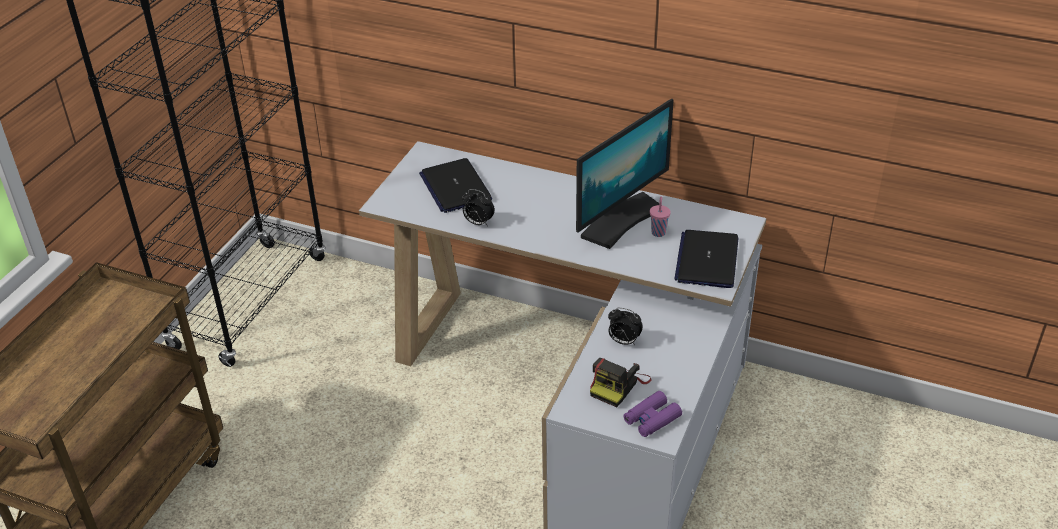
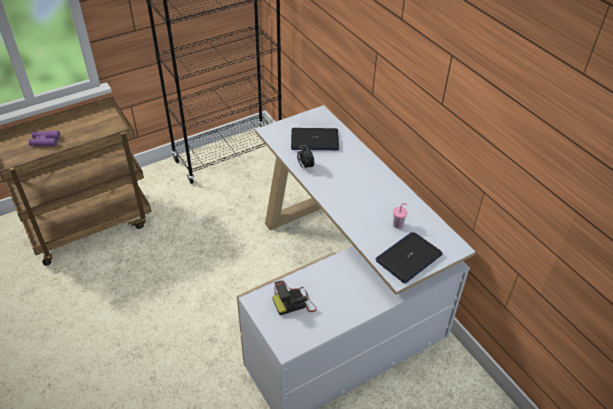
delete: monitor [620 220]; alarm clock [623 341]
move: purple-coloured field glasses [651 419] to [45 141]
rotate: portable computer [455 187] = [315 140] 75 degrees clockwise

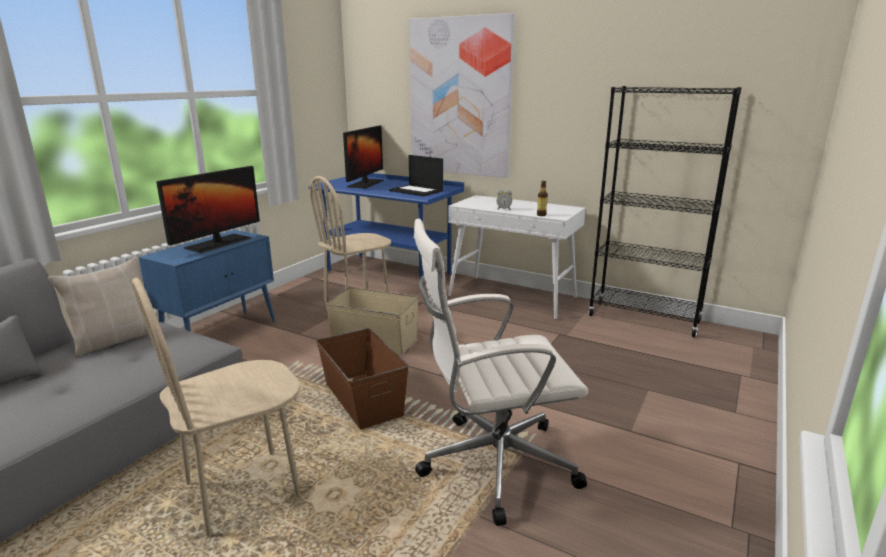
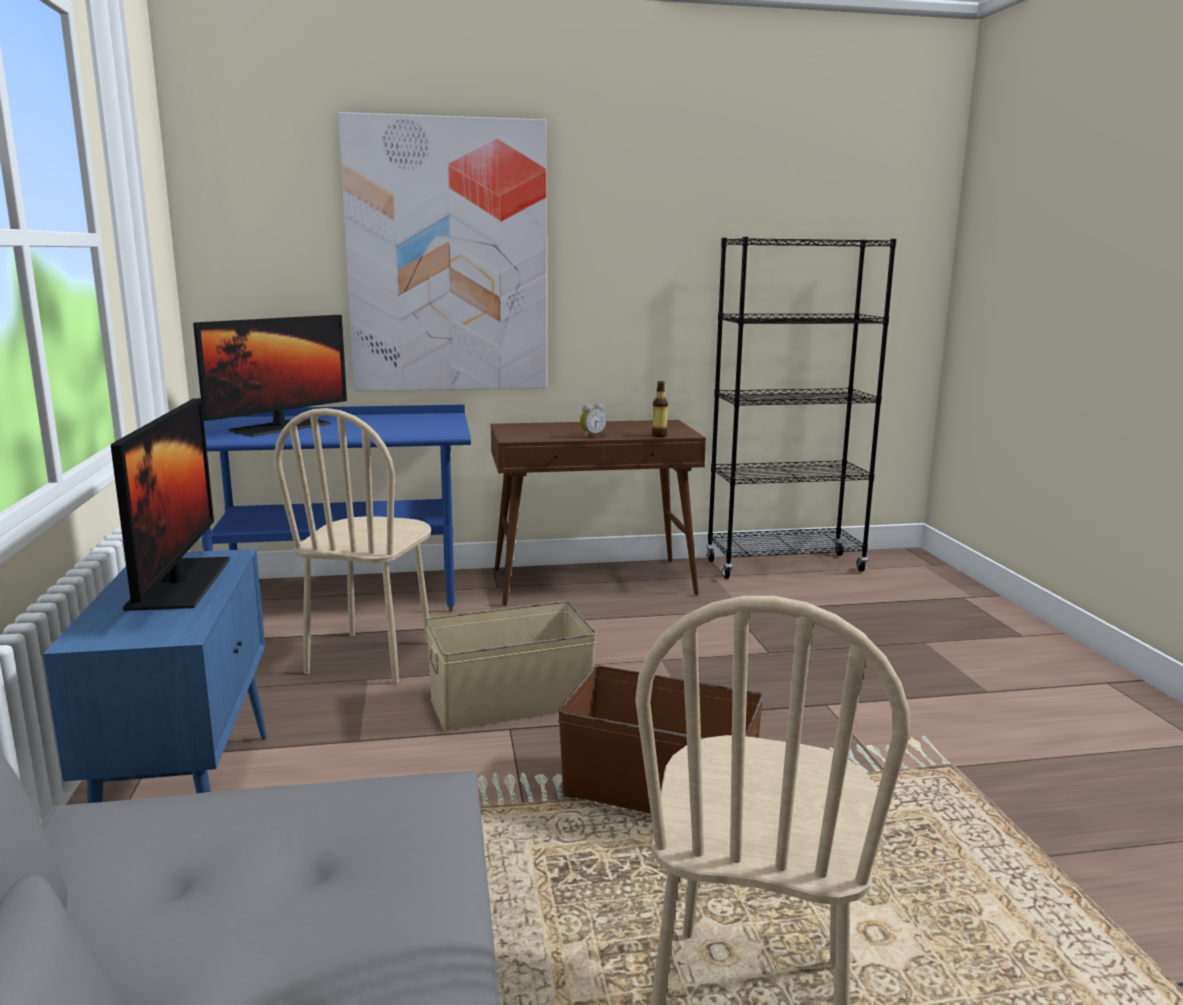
delete: portable computer [417 191]; whitish desk chair [493 464]; sand-coloured cushion [116 339]
recolor: whitish narrow table [513 297] to brown-coloured narrow table [594 581]
rotate: monitor [366 183] = [280 427] 60 degrees clockwise

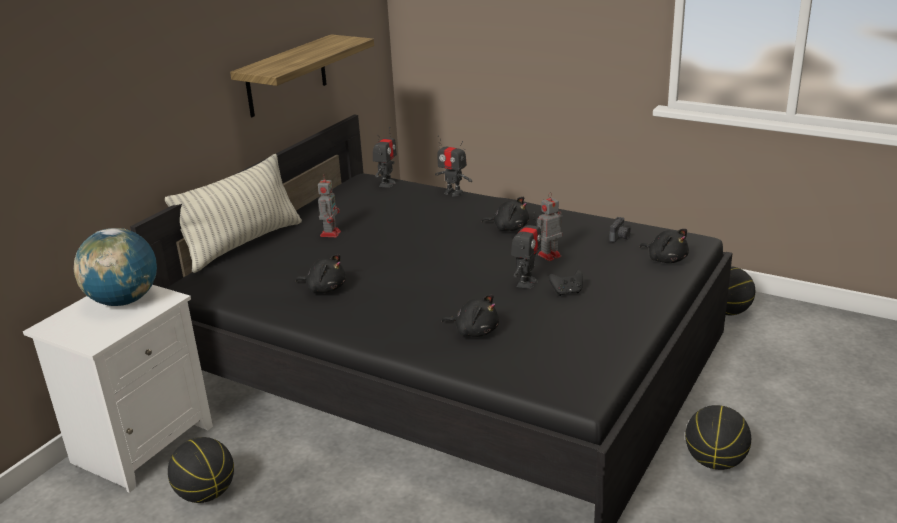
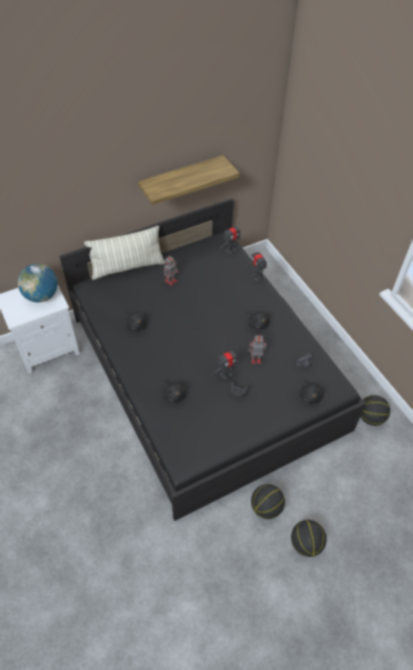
move: basketball ball [206 494] to [306 543]

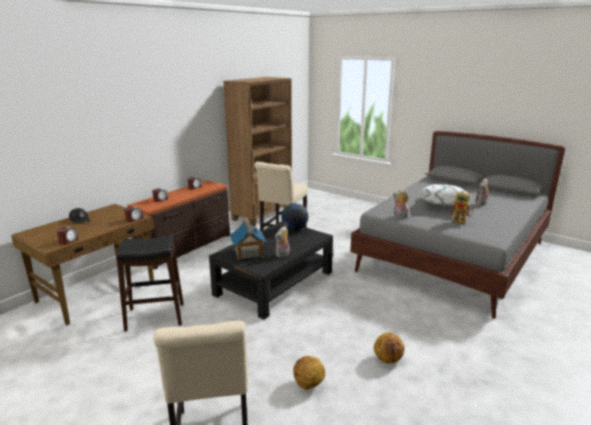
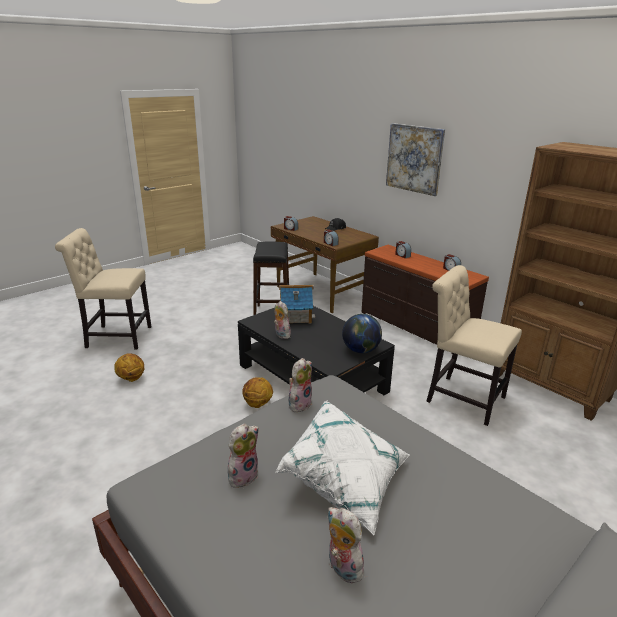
insert: wall picture [414 159]
move: basketball ball [388 360] to [257 404]
replace: robot figure [462 222] to plush toy [243 475]

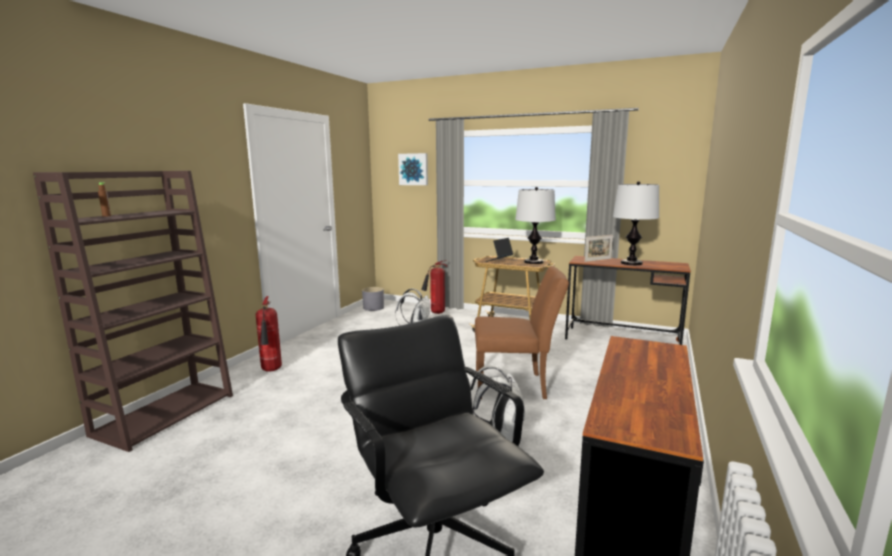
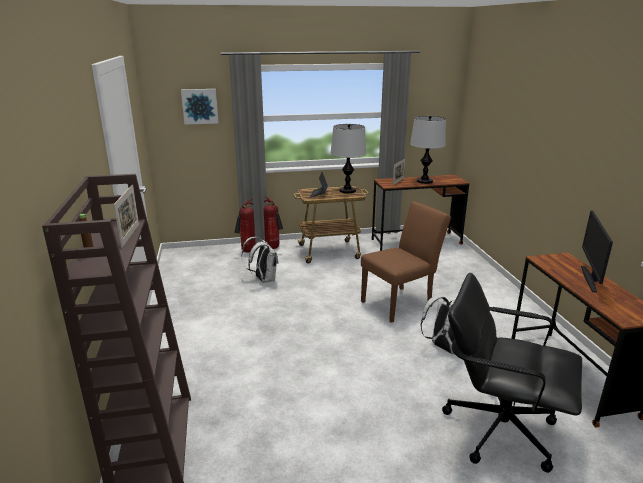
delete: grey plant pot [373 308]
insert: picture frame [130 235]; monitor [590 279]
move: fire extinguisher [271 370] to [274 248]

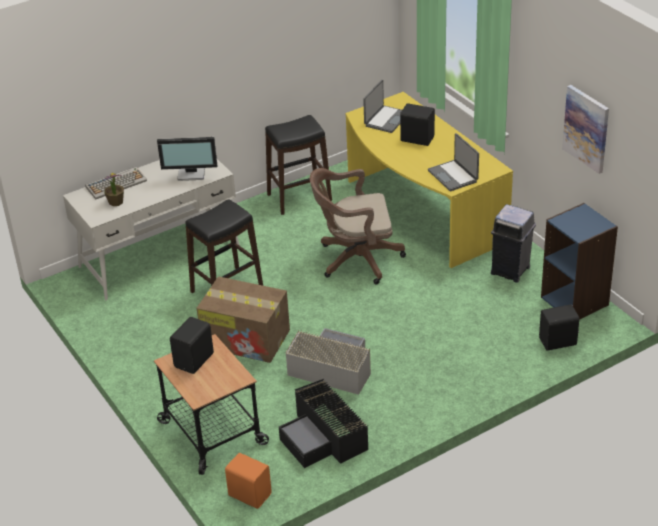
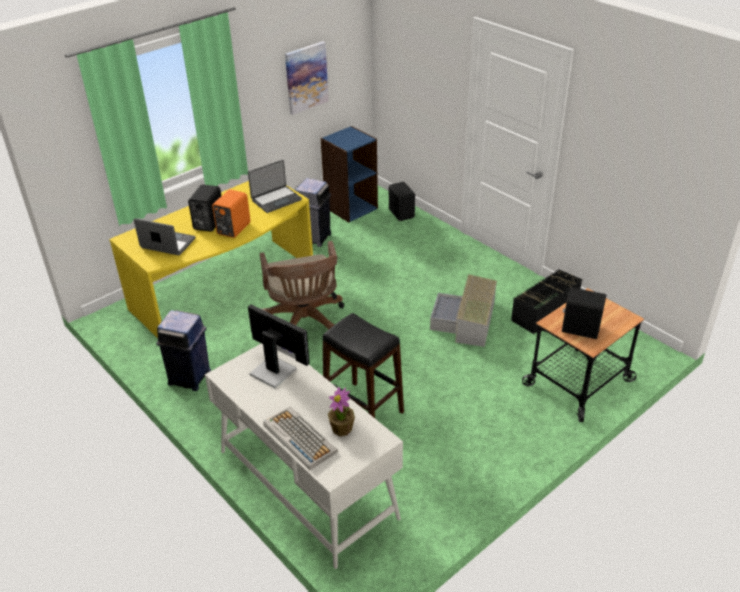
delete: cardboard box [247 339]
move: orange-coloured loudspeaker [250 494] to [232 229]
replace: black stool seat [299 197] to blue-coloured waste bin [190 377]
rotate: monitor [192 173] = [273 370] 45 degrees counterclockwise

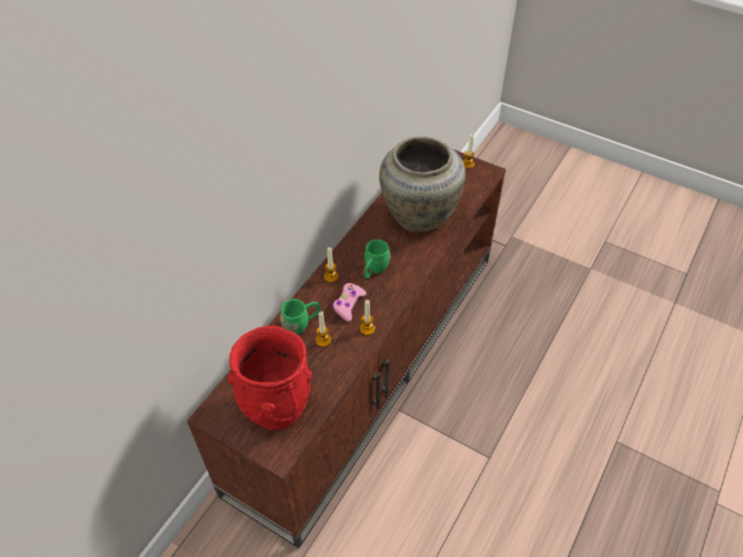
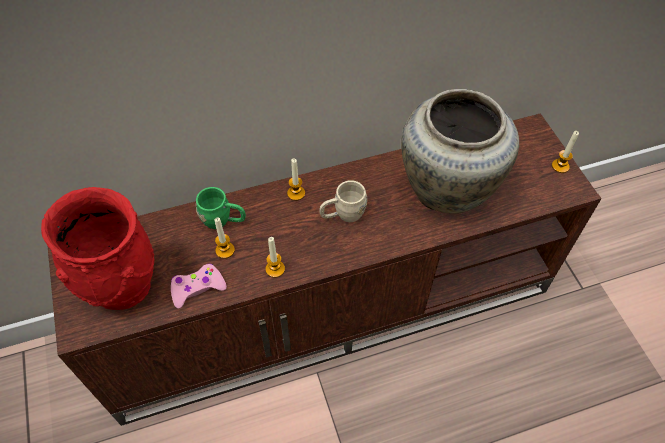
move: pinkish joypad [348 304] to [197 288]
recolor: green-coloured mug [374 270] to sand-coloured mug [343 215]

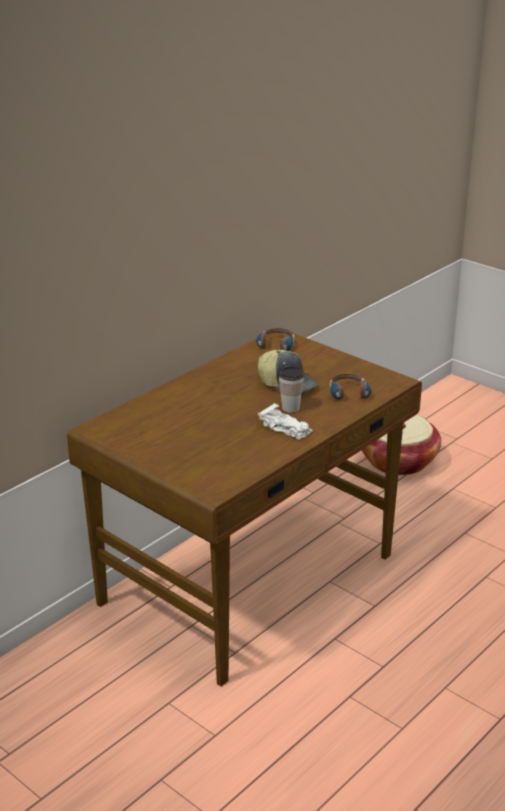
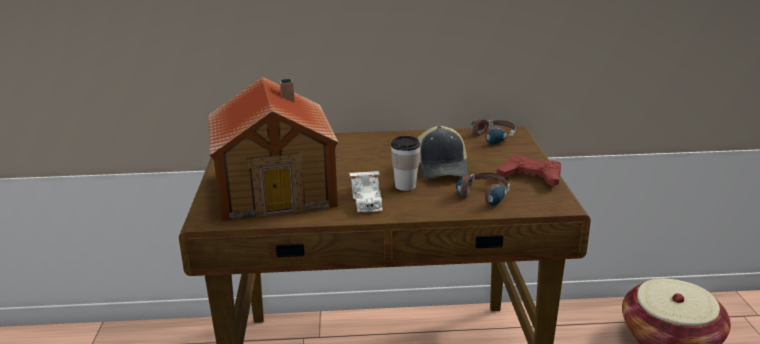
insert: miniature house [277 188]; red joypad [531 177]

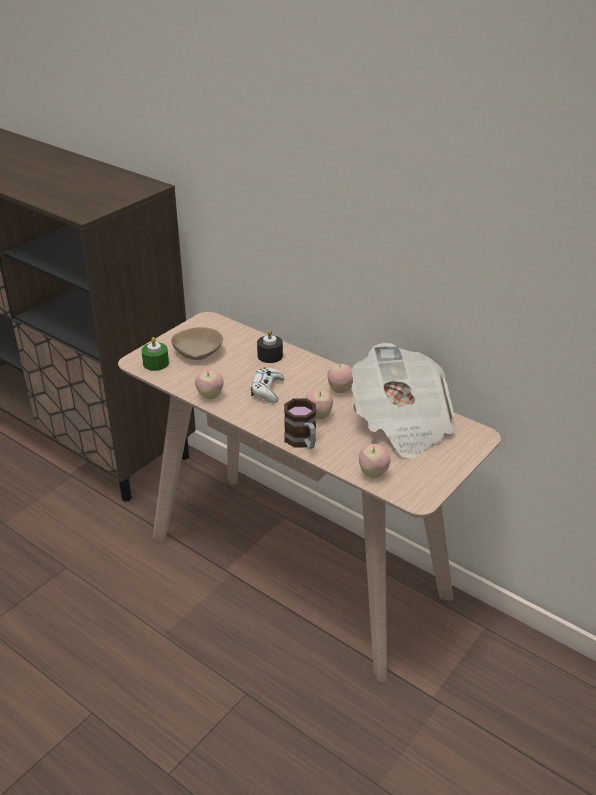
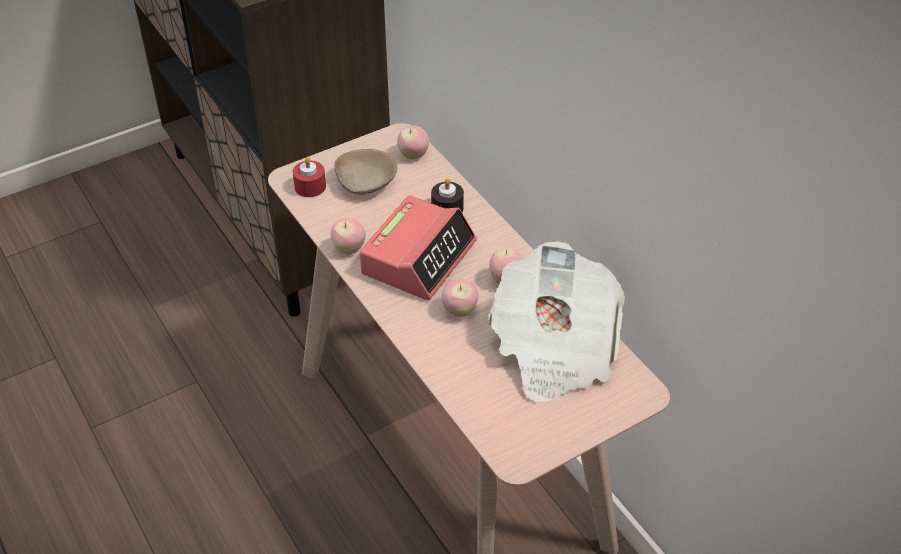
delete: mug [303 442]
move: apple [373 473] to [413 155]
replace: whitish joypad [267 390] to alarm clock [419 257]
recolor: green-coloured wax light [156 363] to red wax light [310 186]

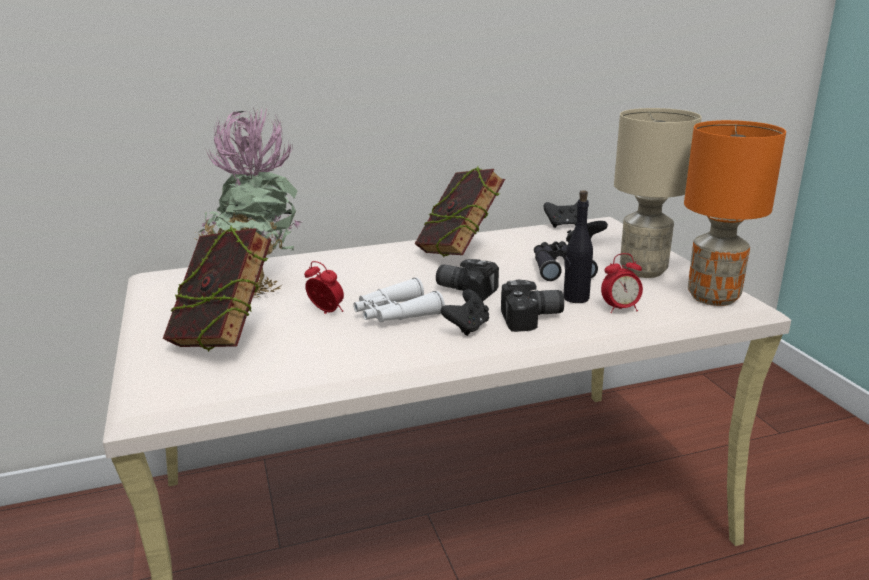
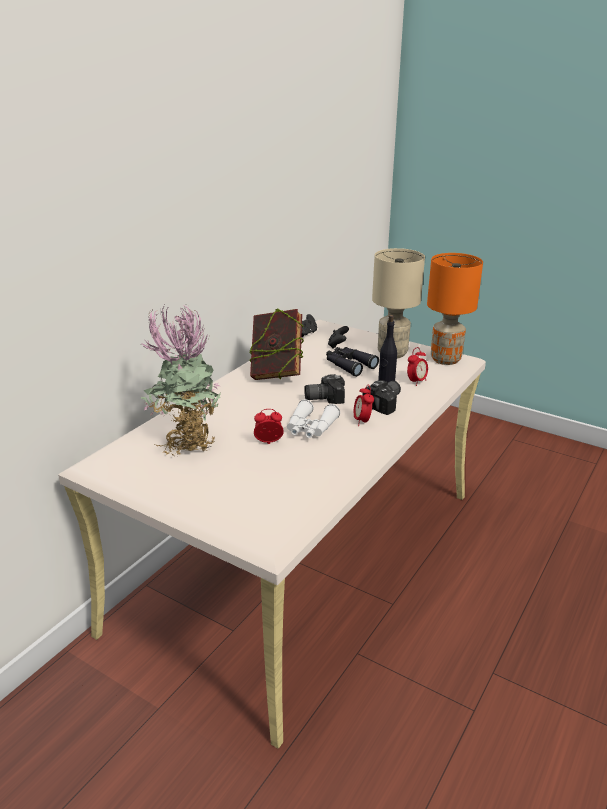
delete: bound book [225 340]
replace: black joypad [467 327] to alarm clock [362 421]

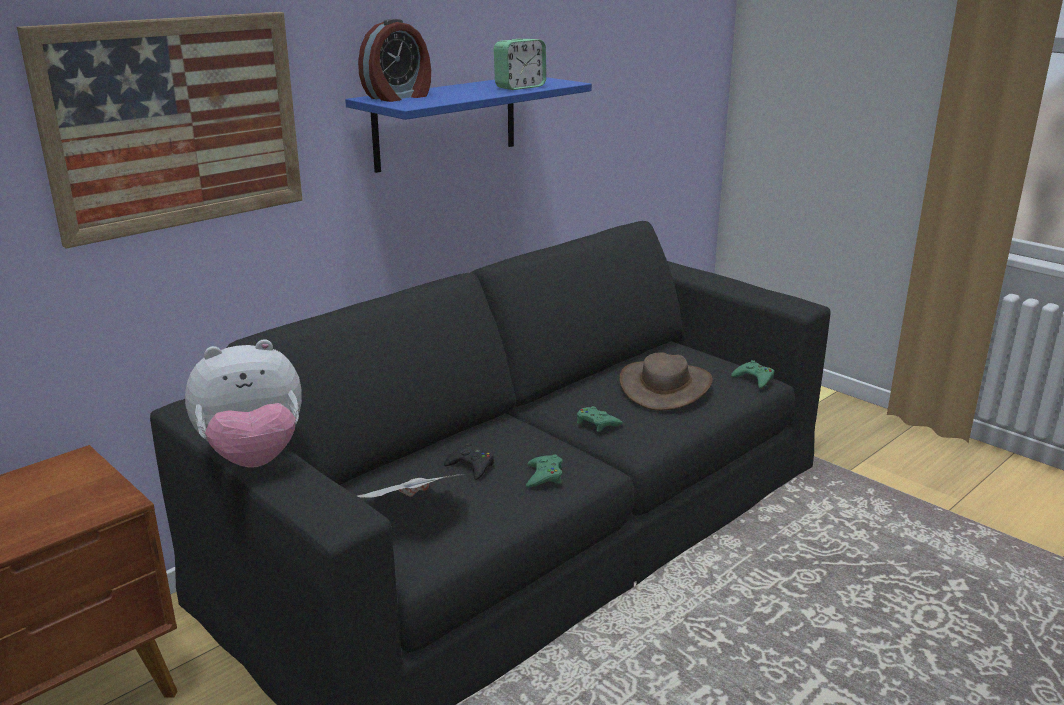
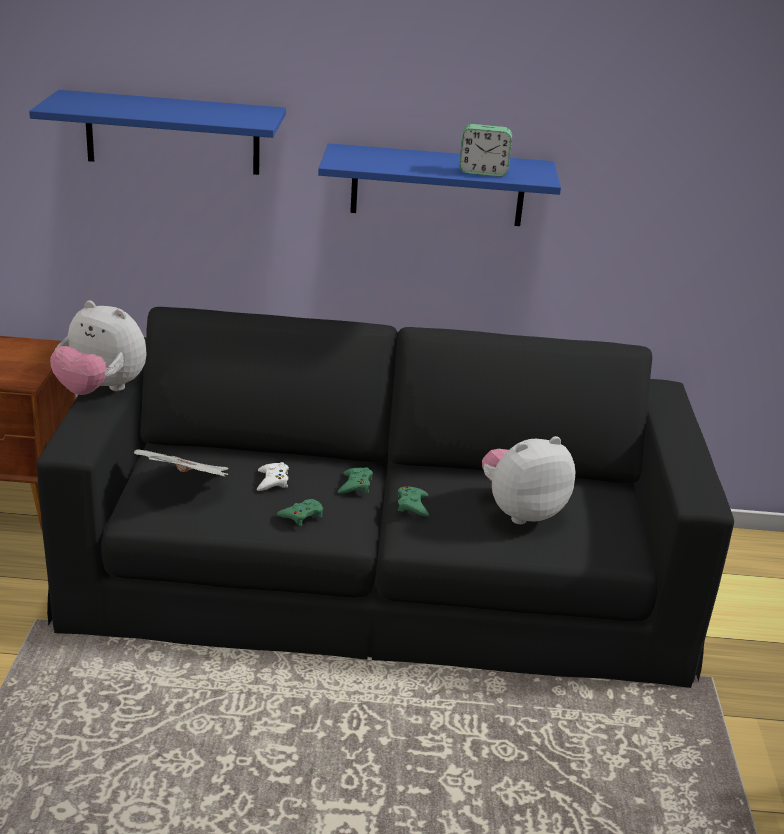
delete: alarm clock [398 97]
move: green-coloured joypad [754 379] to [355 485]
replace: wall picture [175 124] to blue-coloured shelf [172 133]; brown-coloured wearable hat [665 387] to plush toy [521 511]
recolor: black joypad [471 466] to whitish joypad [272 481]

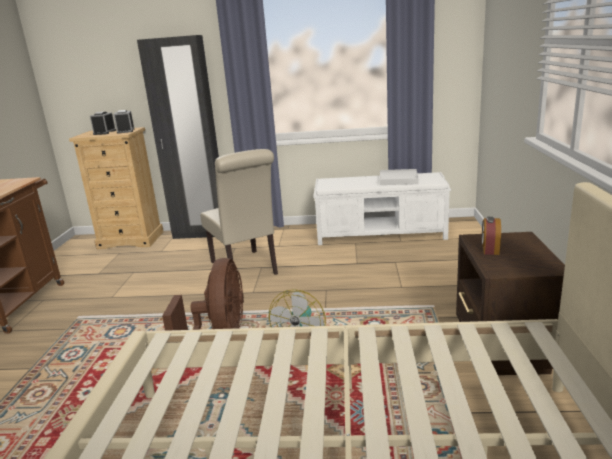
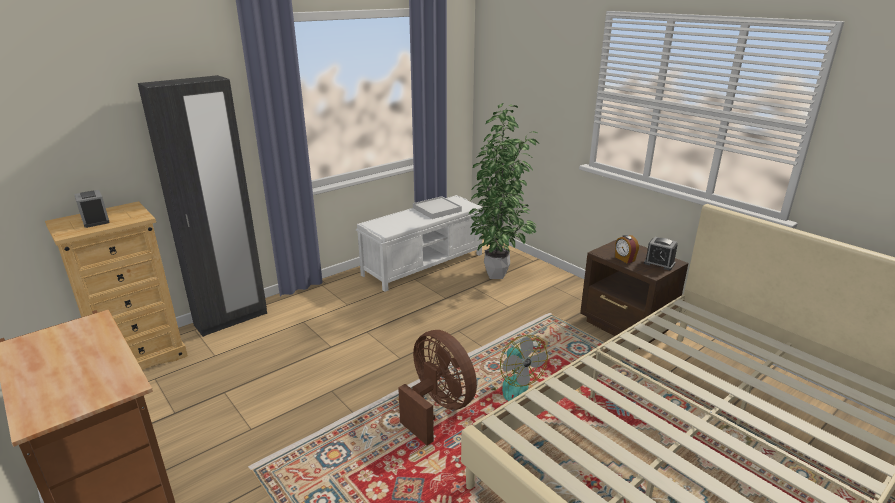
delete: sand-coloured upright chair [246 269]
insert: plant in a pot [499 275]
move: alarm clock [125 131] to [659 263]

